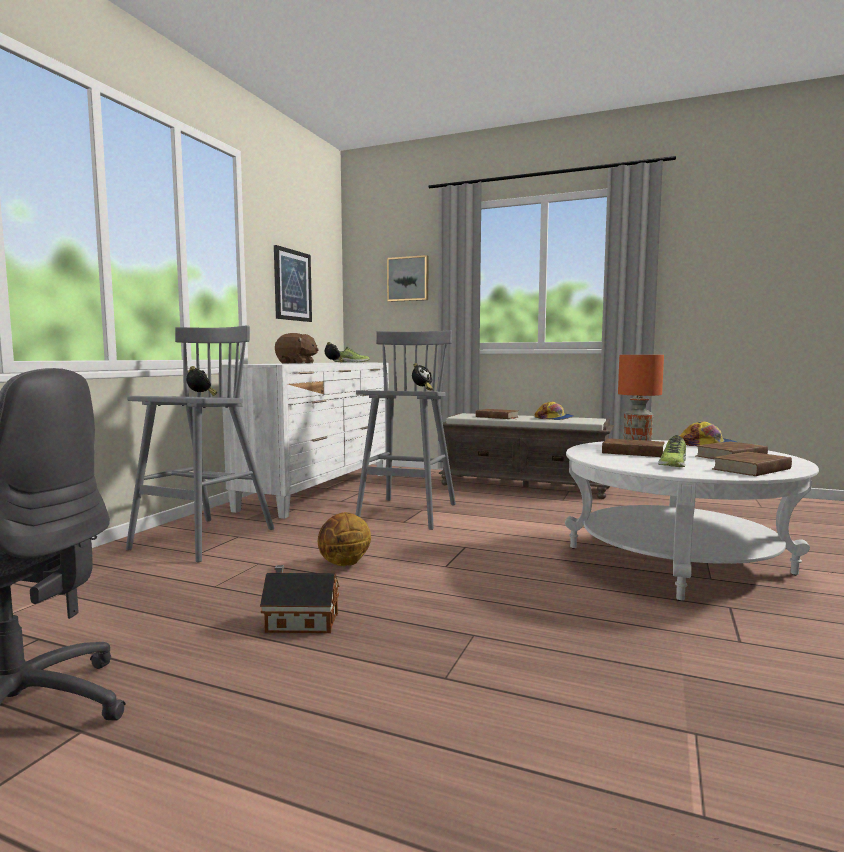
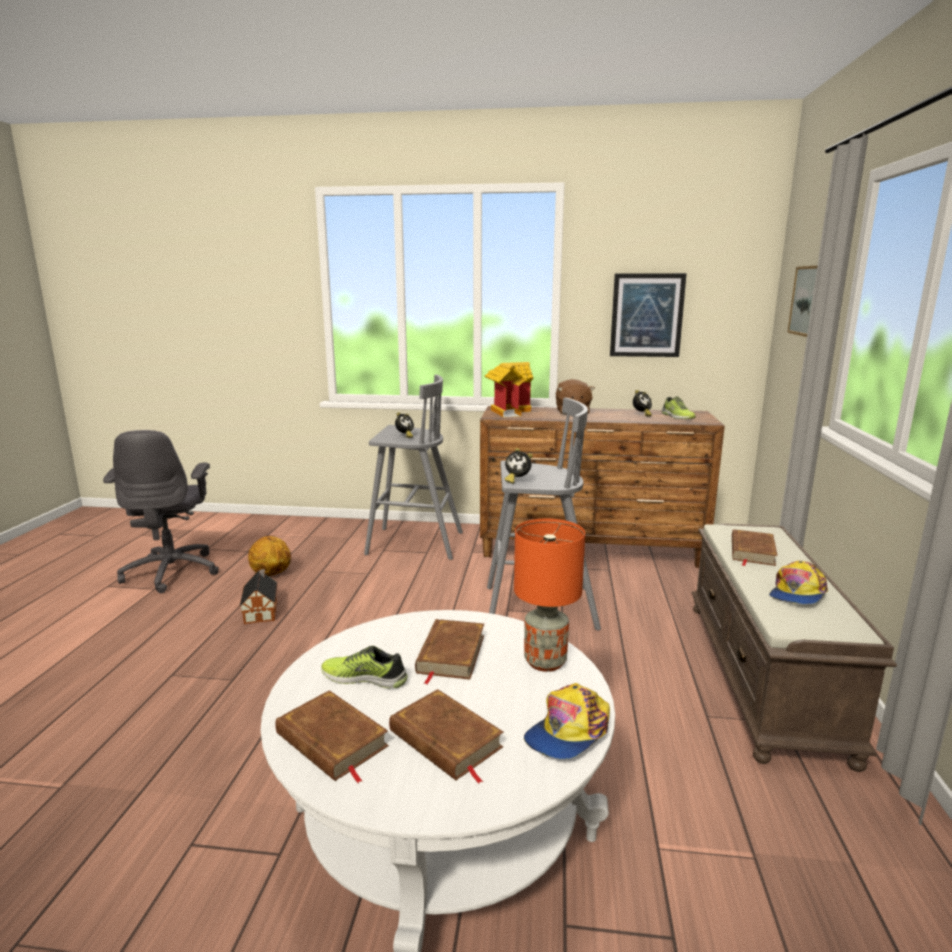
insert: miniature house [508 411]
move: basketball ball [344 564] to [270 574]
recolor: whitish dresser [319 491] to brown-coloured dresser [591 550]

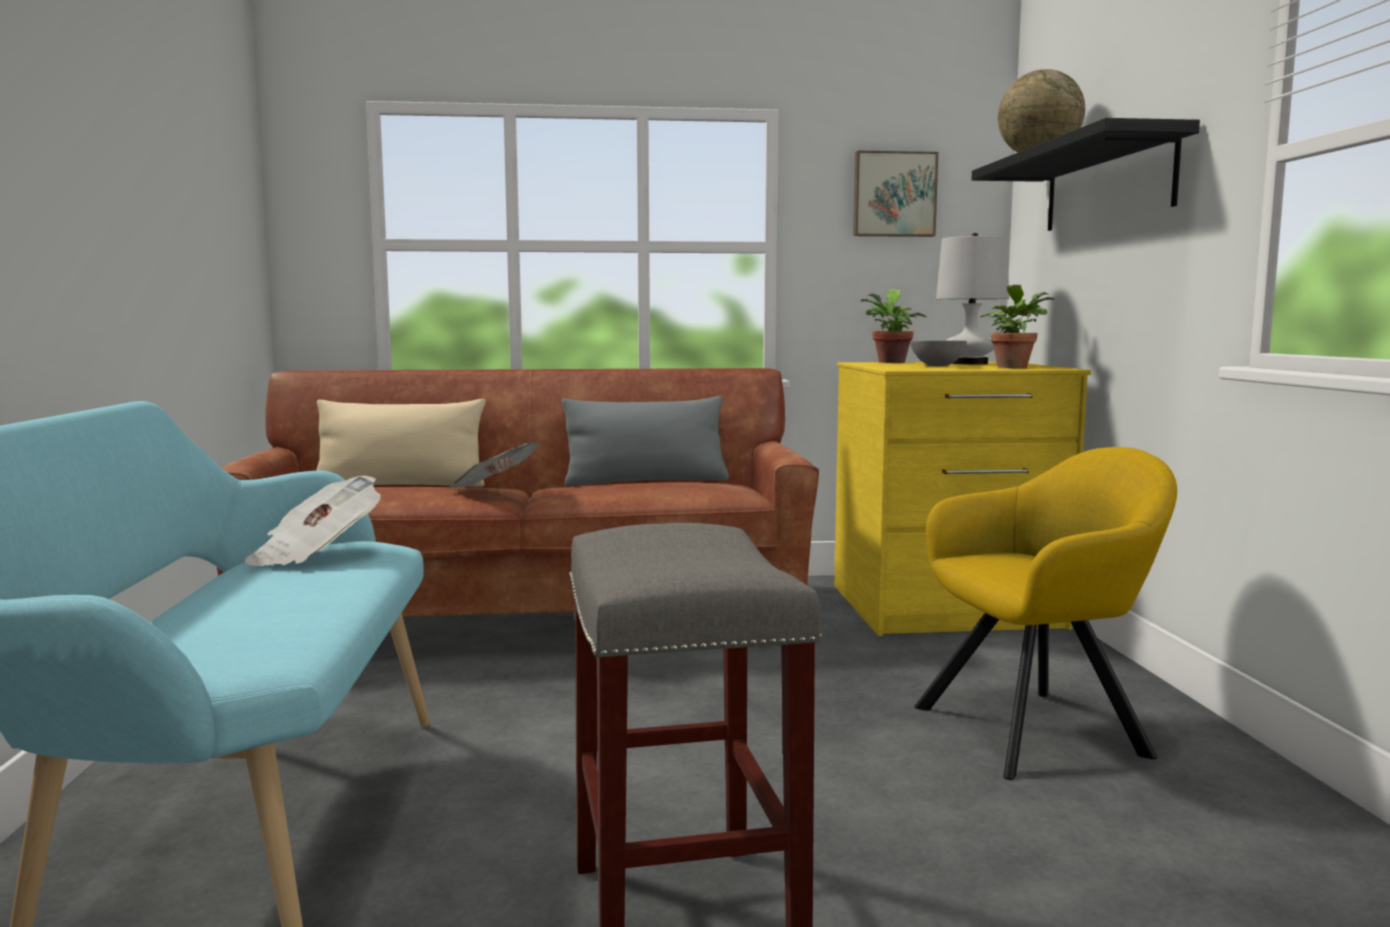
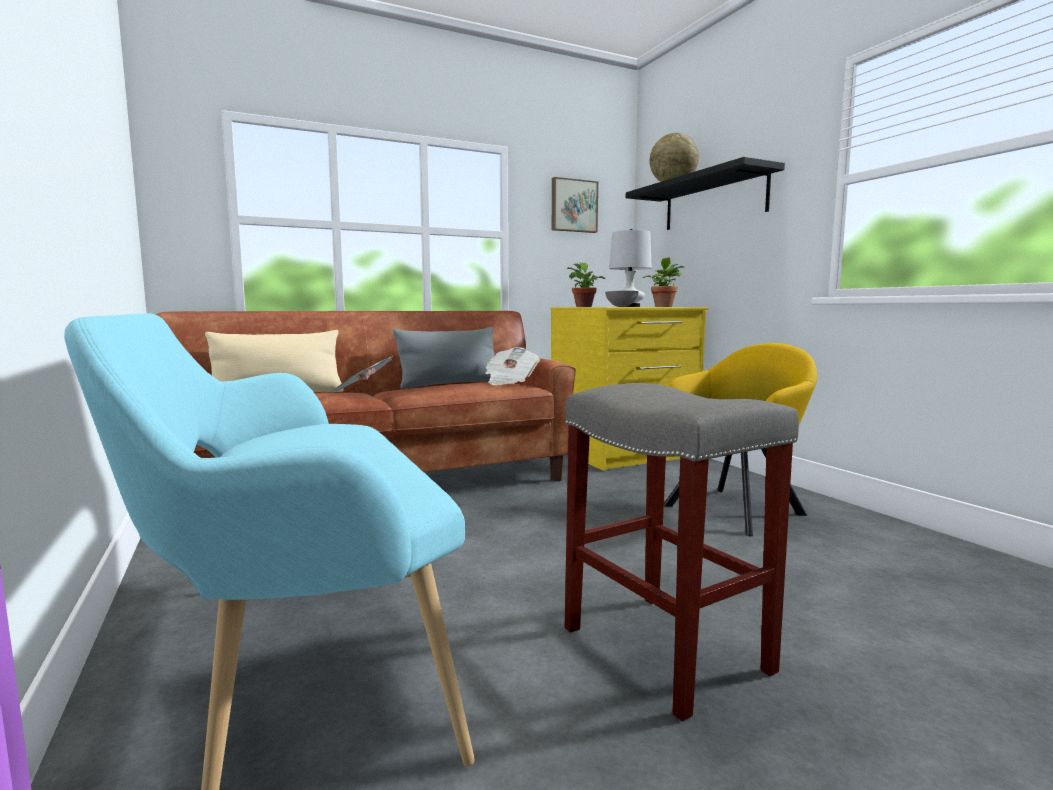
move: newspaper [315 555] to [510 382]

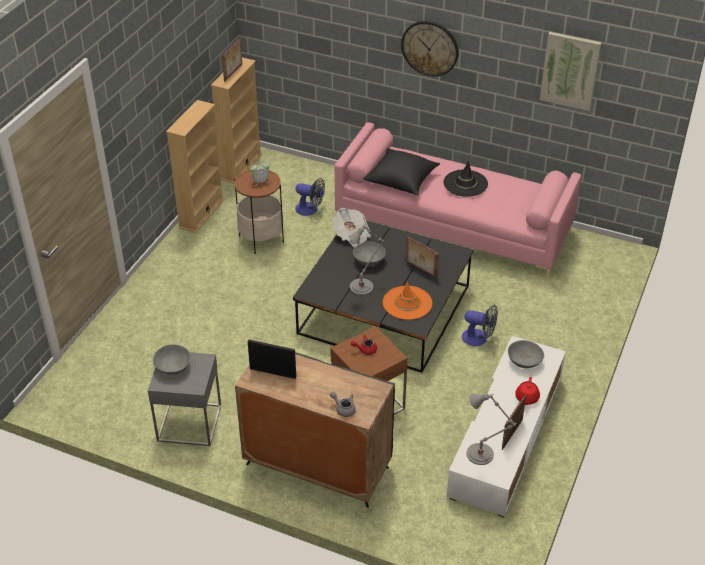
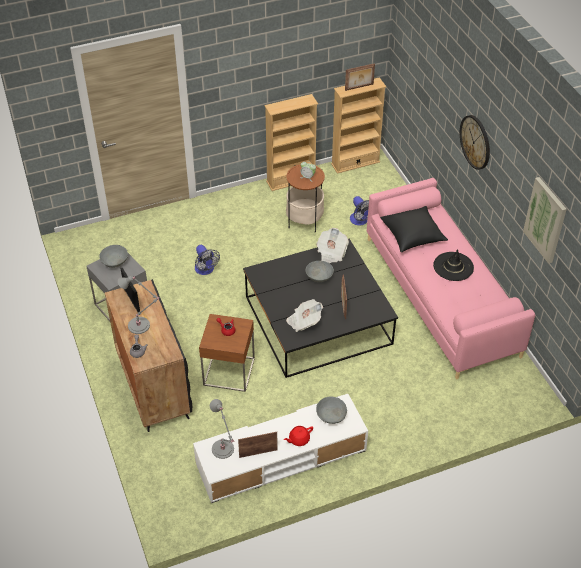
move: grey lamp for a table [363 286] to [140 326]; fan [479 338] to [205 270]
replace: orange-coloured wearable hat [407 303] to newspaper [304 321]

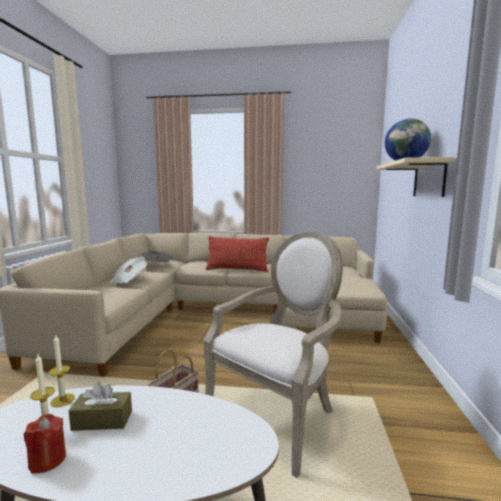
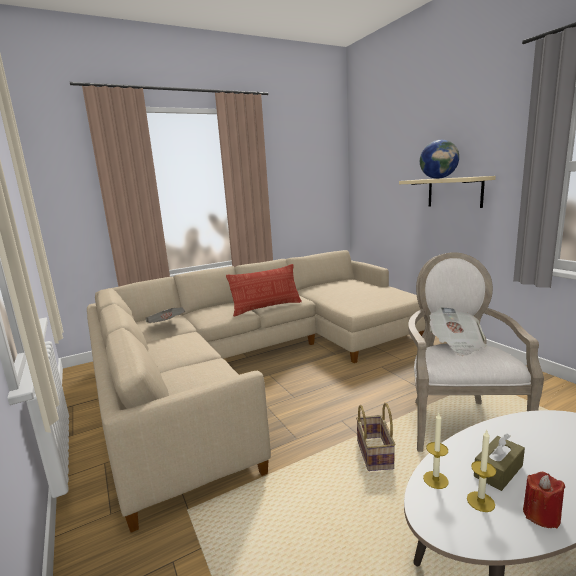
move: newspaper [128 280] to [456 344]

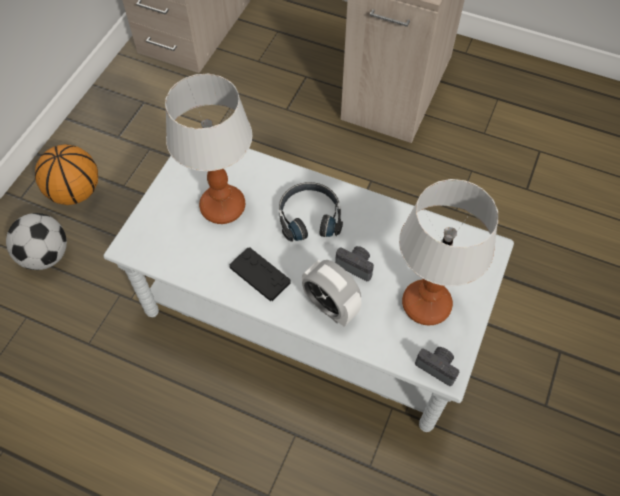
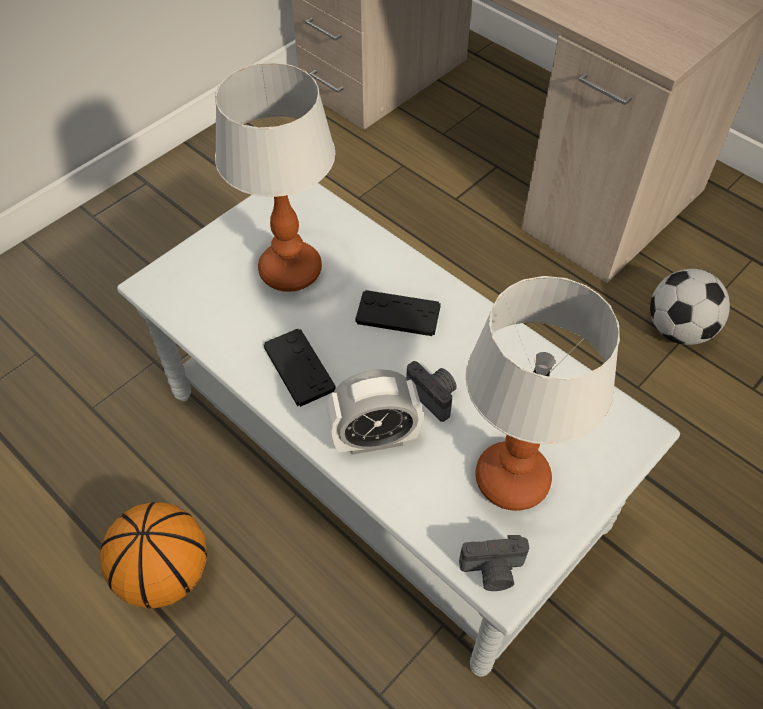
move: basketball ball [76 192] to [165 574]; football ball [46 255] to [678 329]
replace: black pair of headphones [309 216] to black joypad [398 314]
rotate: alarm clock [330 306] = [375 438] 75 degrees counterclockwise; photo camera [437 367] = [493 571] 120 degrees clockwise

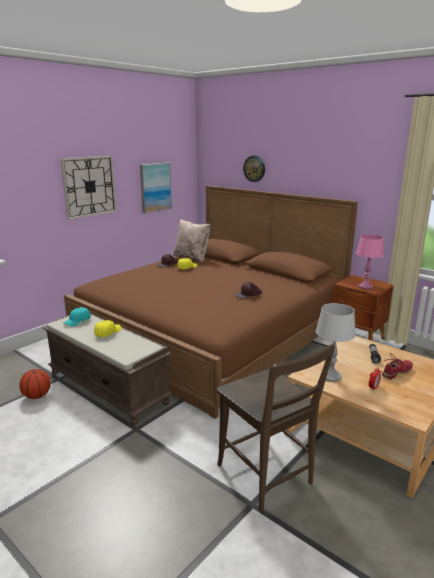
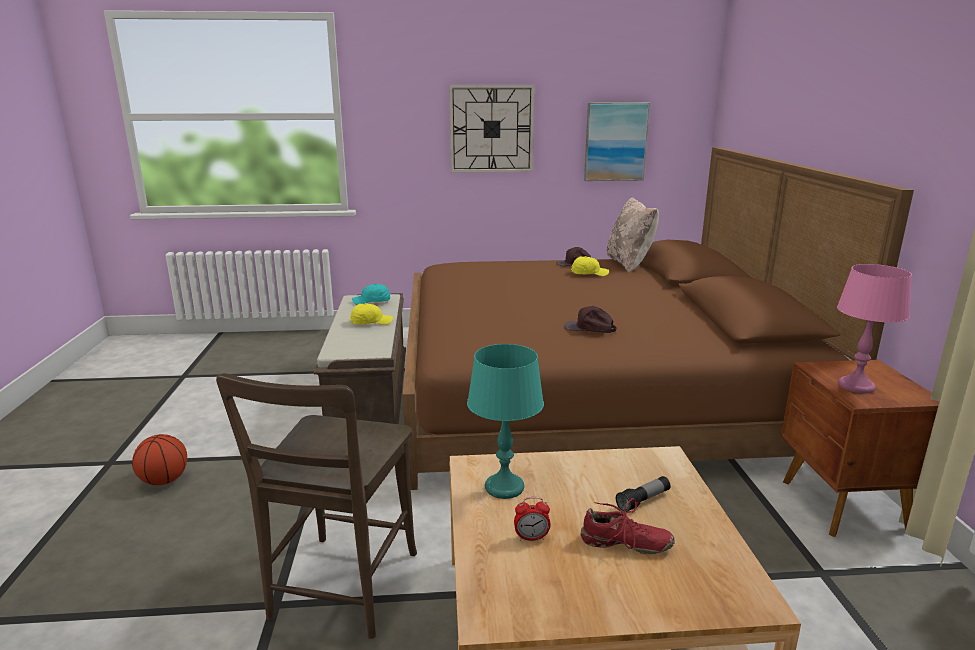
delete: hanging clock [254 168]
move: basketball ball [37 396] to [164 481]
recolor: grey lamp for a table [330 376] to turquoise lamp for a table [504 487]

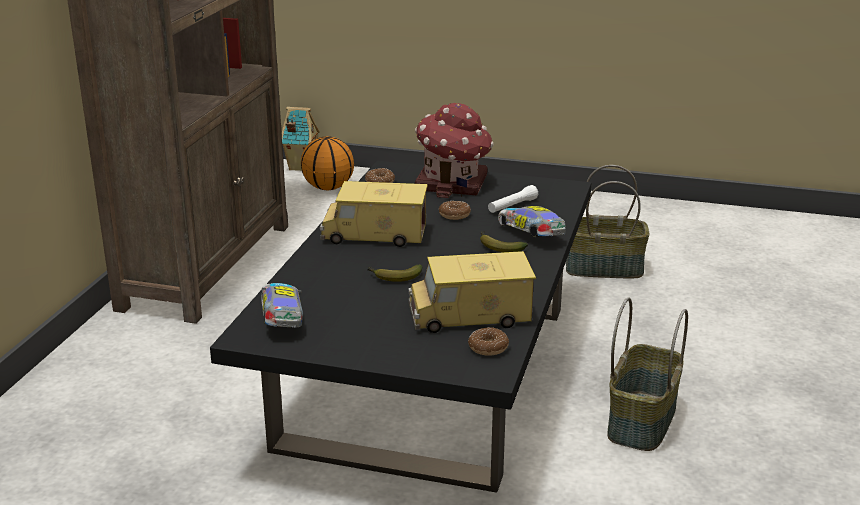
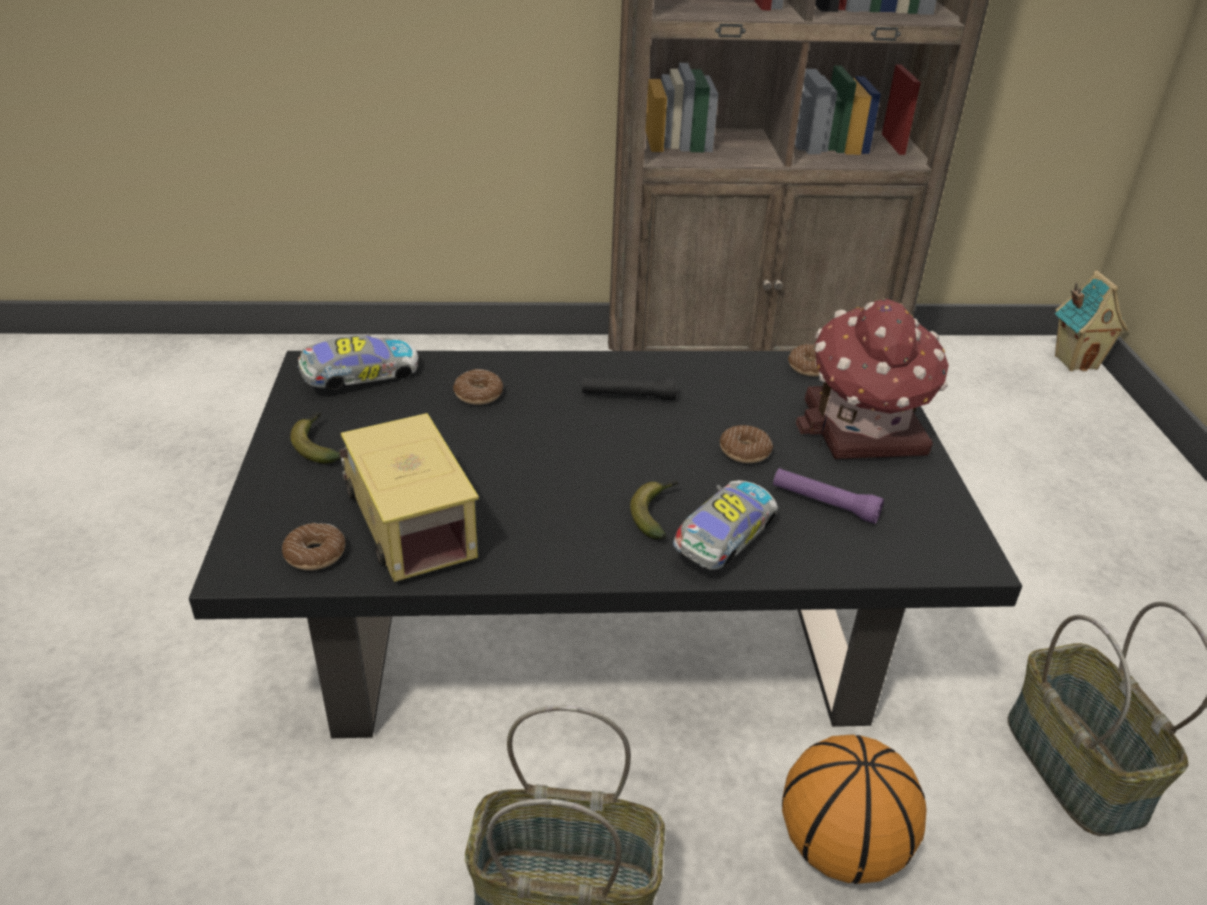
insert: doughnut [478 394]
move: basketball ball [329 187] to [842 849]; banana fruit [394 277] to [317 444]
replace: toy lorry [374 235] to black torch [628 396]
recolor: whitish torch [512 206] to purple-coloured torch [824 504]

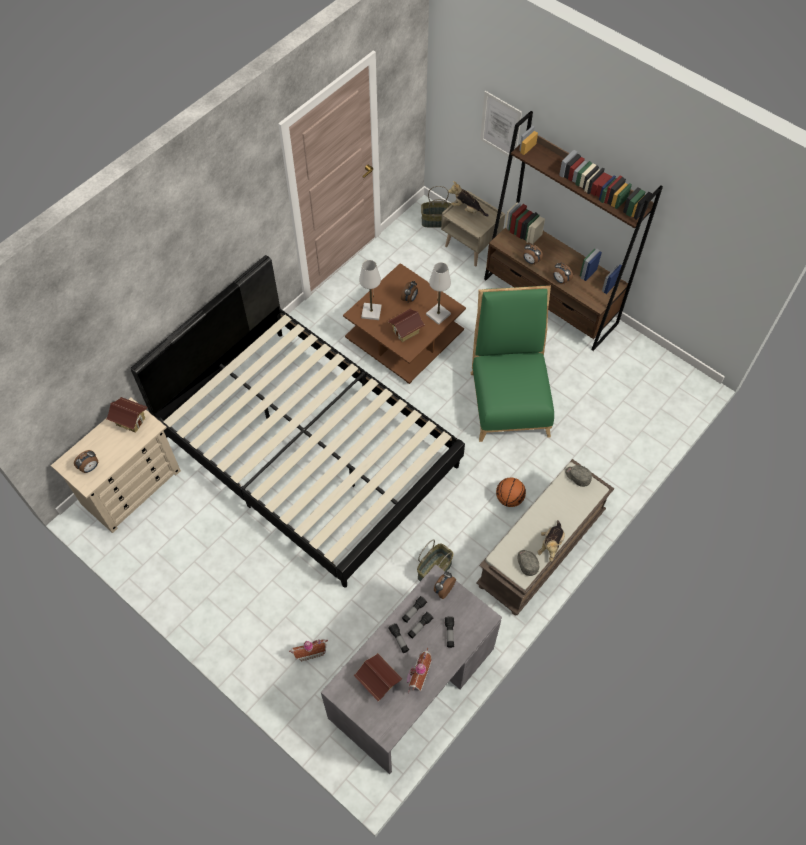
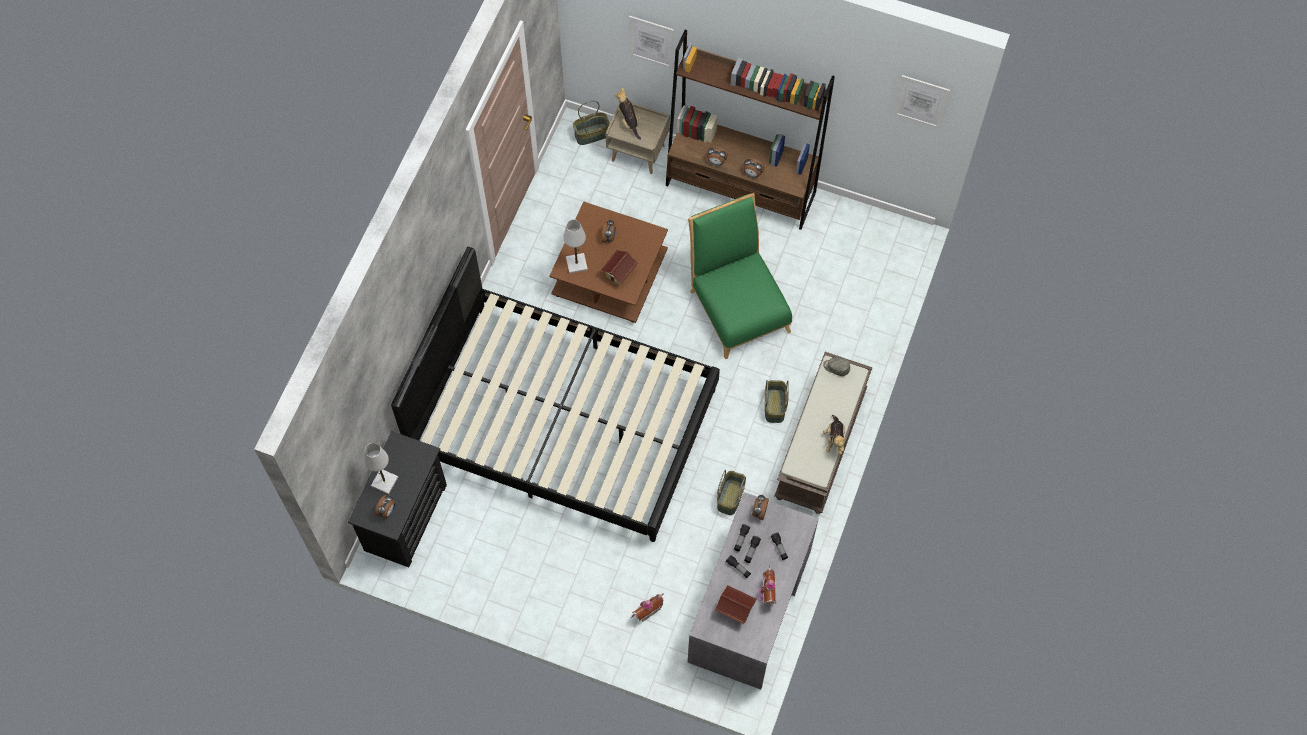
delete: miniature house [131 421]; grey baseball cap [527 563]
insert: wall picture [921 101]
move: whitish lamp for a table [438 314] to [384 482]
replace: basketball ball [509 498] to basket [774 406]
recolor: sand-coloured dresser [132 487] to black dresser [406 517]
rotate: plush toy [467 209] = [629 121] 60 degrees clockwise

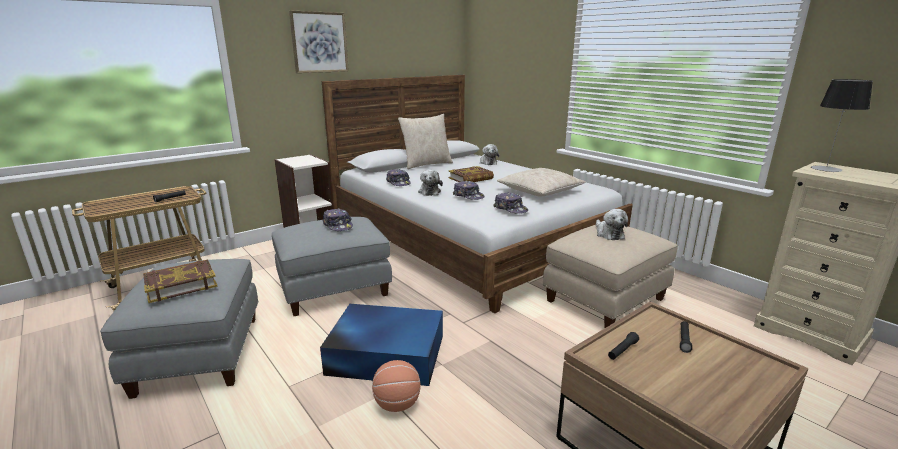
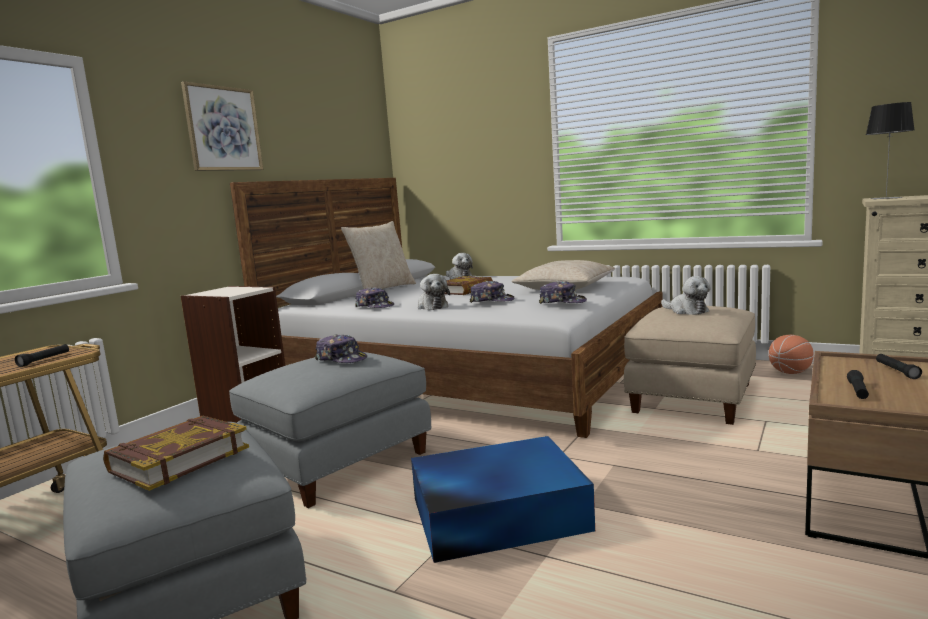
move: basketball ball [397 404] to [790 372]

